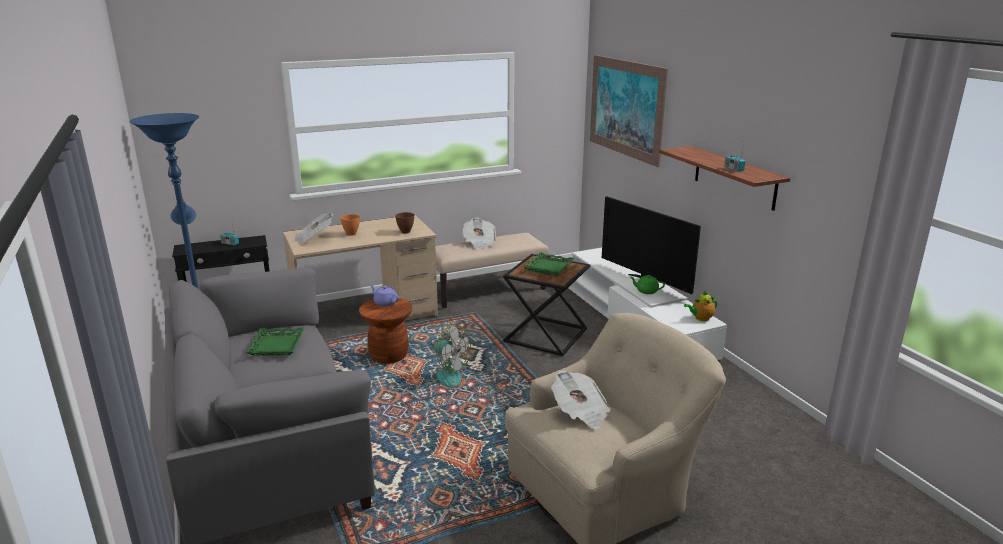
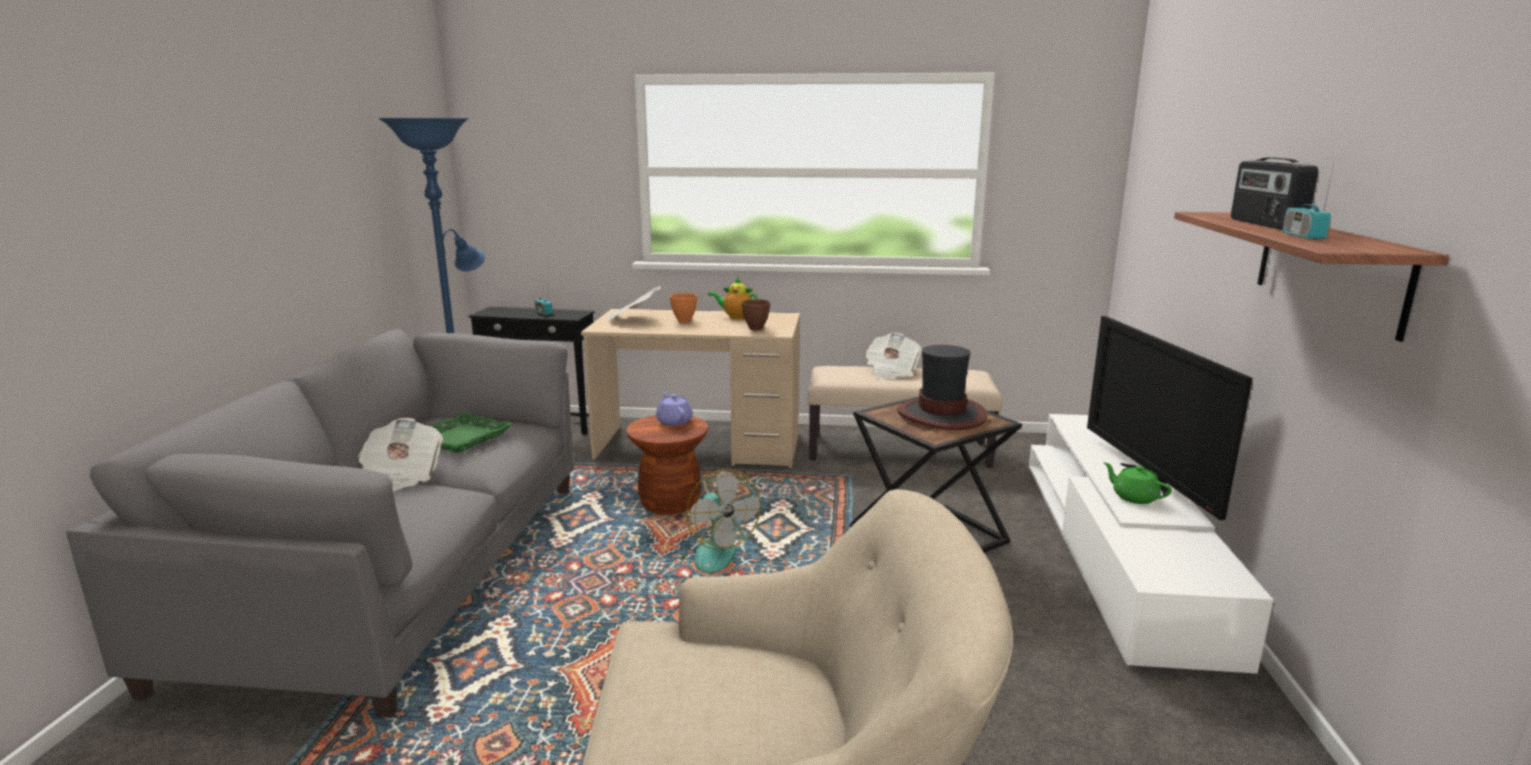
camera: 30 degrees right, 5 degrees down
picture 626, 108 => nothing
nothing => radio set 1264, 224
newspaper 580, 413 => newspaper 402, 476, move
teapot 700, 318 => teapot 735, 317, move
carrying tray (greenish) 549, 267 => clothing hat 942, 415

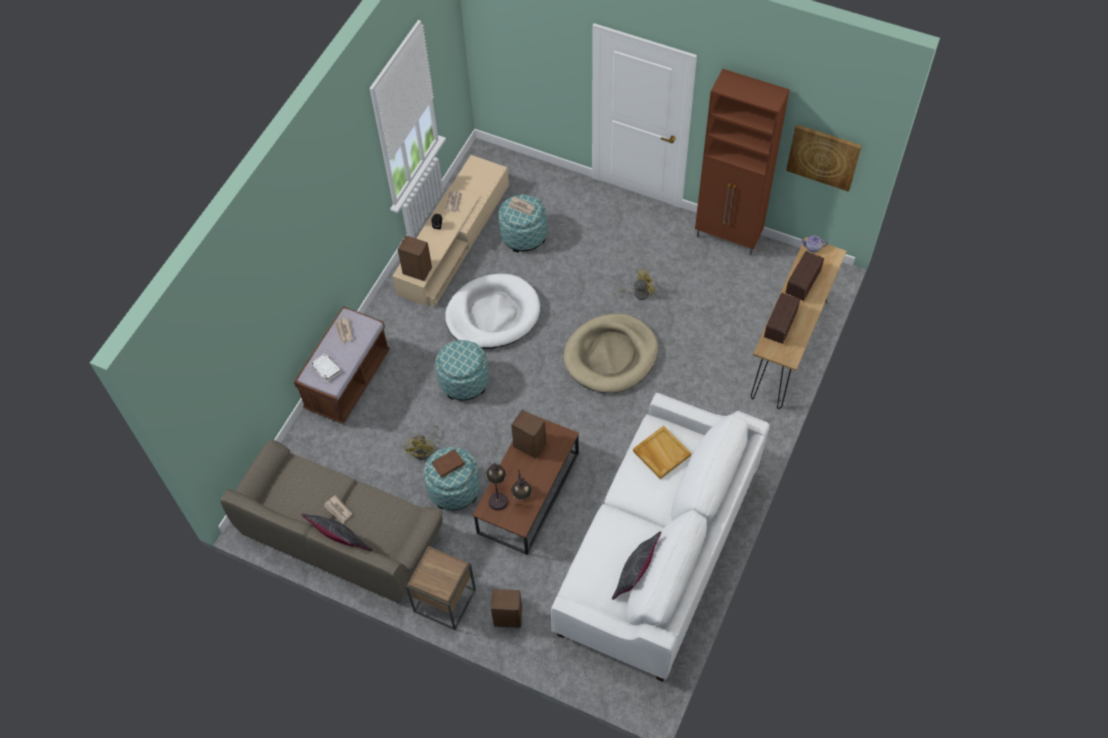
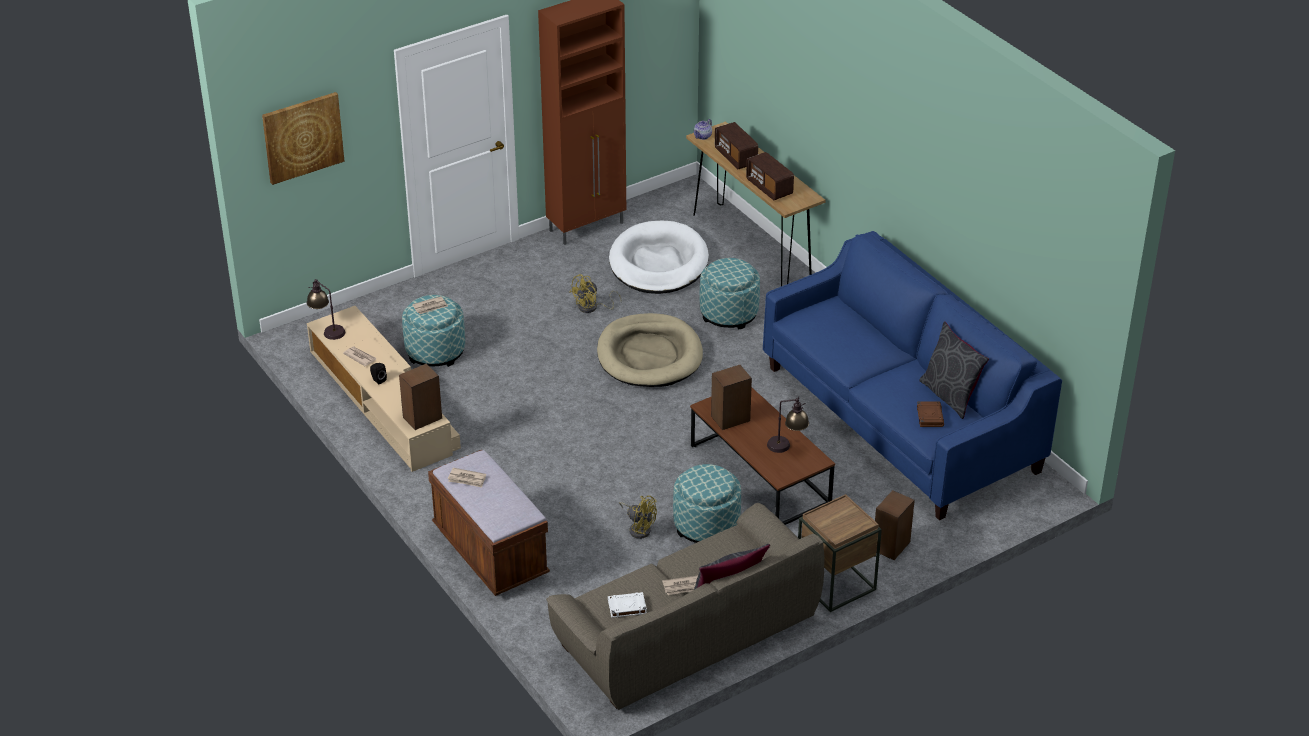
camera: 60 degrees left, 20 degrees down
carrying tray (beige-coloured) 661, 453 => nothing
book (white-coloured) 326, 368 => book (white-coloured) 626, 607, move
book (brown-coloured) 448, 464 => book (brown-coloured) 929, 416, move
pouffe 464, 381 => pouffe 729, 313, move
dog cushion (white-coloured) 493, 314 => dog cushion (white-coloured) 658, 263, move
table lamp 497, 494 => table lamp 327, 330, move
picture 823, 156 => picture 302, 137, move
sofa (white-coloured) 657, 551 => sofa (bluish) 900, 418
fan (yellow) 638, 293 => fan (yellow) 592, 308, 135 degrees counterclockwise

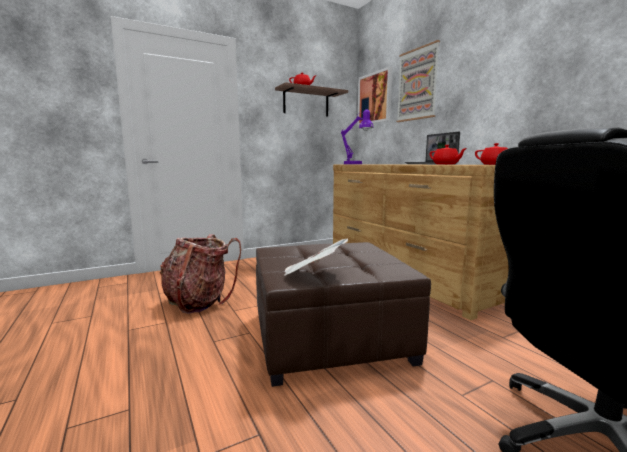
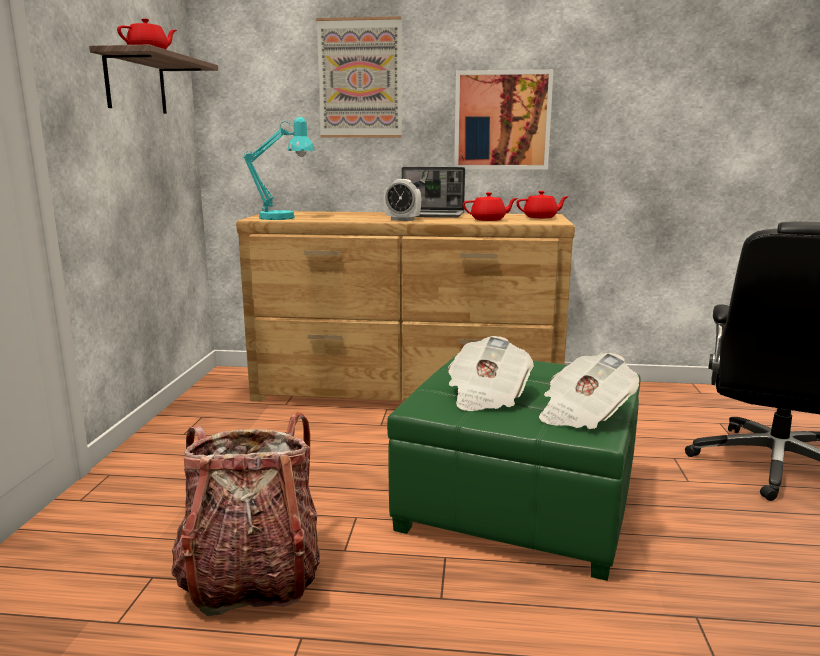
camera: 55 degrees left, 5 degrees up
nothing => alarm clock 402, 220
nothing => newspaper 486, 396
picture 375, 98 => picture 502, 120, move
pouffe (brown-coloured) 330, 336 => pouffe (greenish) 520, 501
table lamp (purple) 356, 164 => table lamp (turquoise-coloured) 285, 217

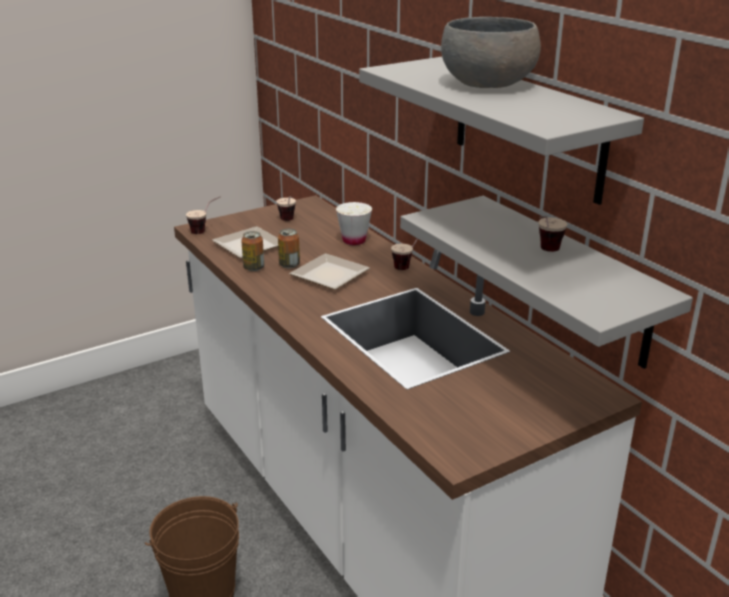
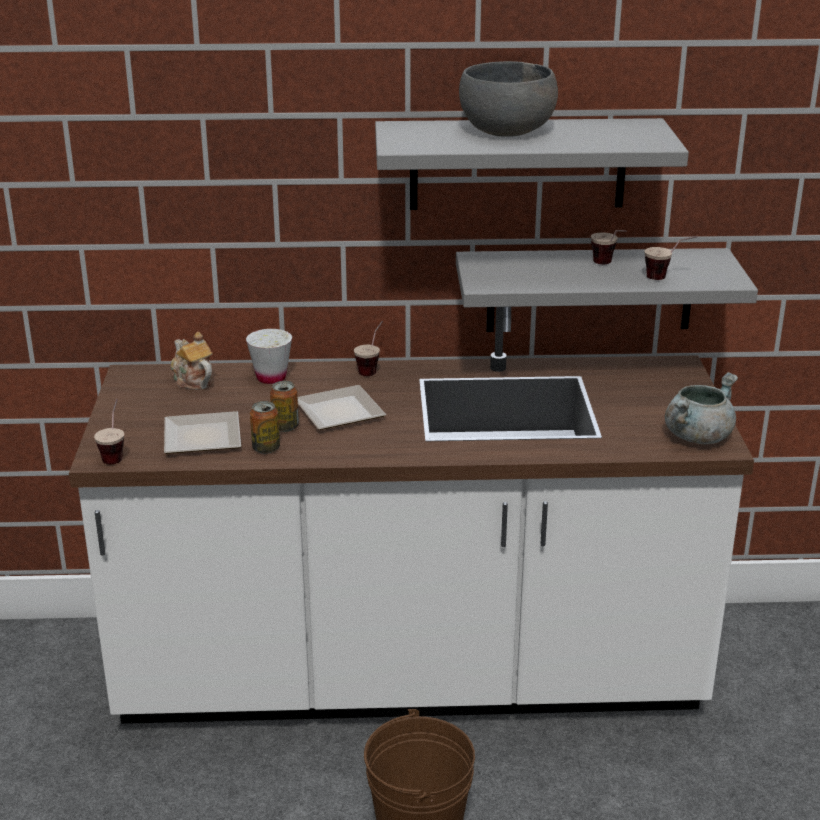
camera: 60 degrees left, 0 degrees up
nothing => teapot 192, 381
nothing => cooking pot (grey) 697, 436
cup 289, 221 => cup 667, 278, move

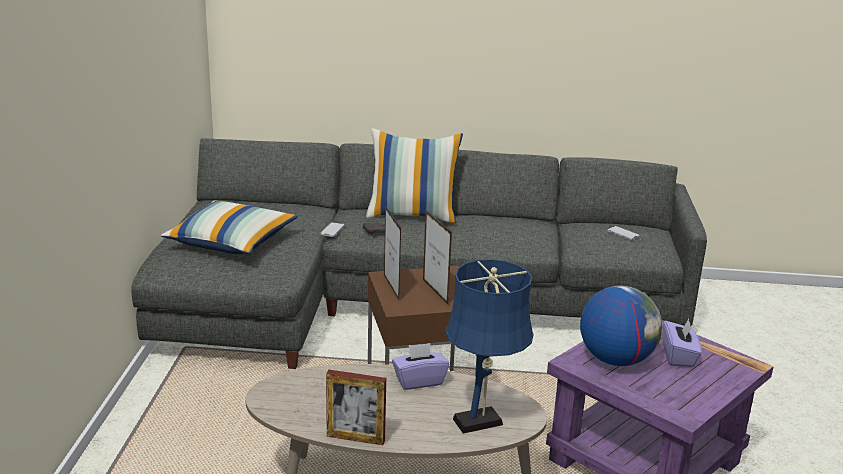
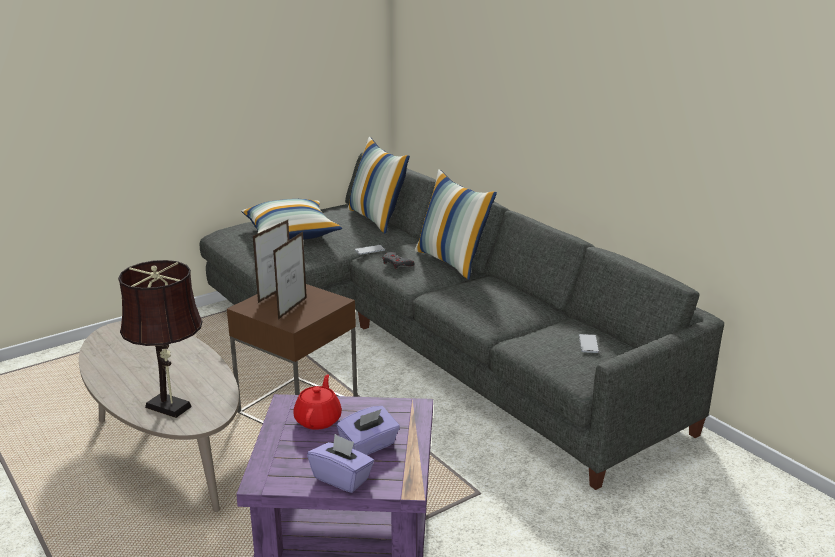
camera: 50 degrees right, 0 degrees up
picture frame 355, 438 => nothing
nothing => cushion 377, 219
tissue holder (purple) 419, 381 => tissue holder (purple) 342, 478, move
desk globe 615, 359 => teapot (reddish) 318, 419
table lamp (bluish) 482, 421 => table lamp (brown-coloured) 172, 408

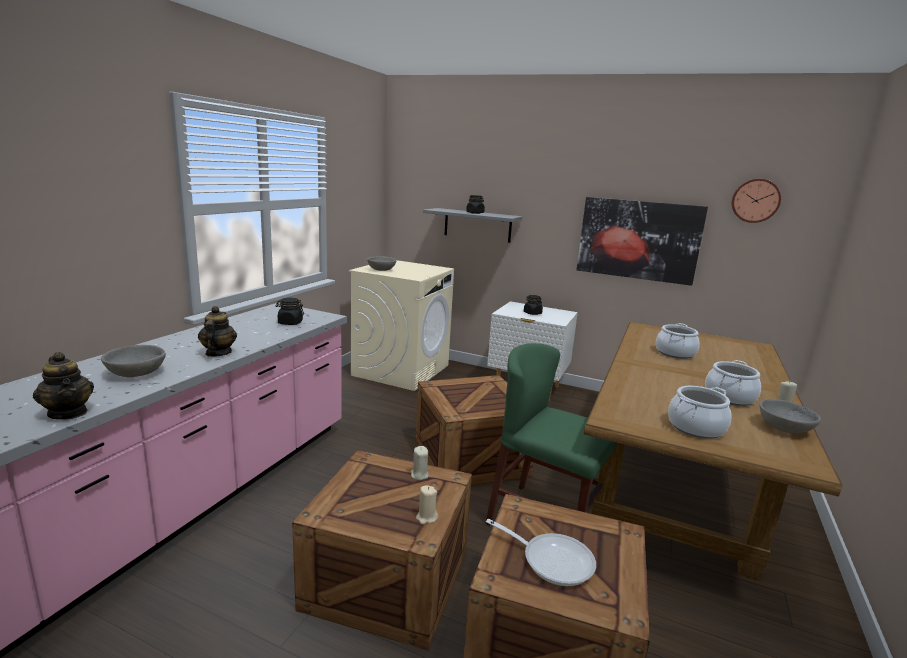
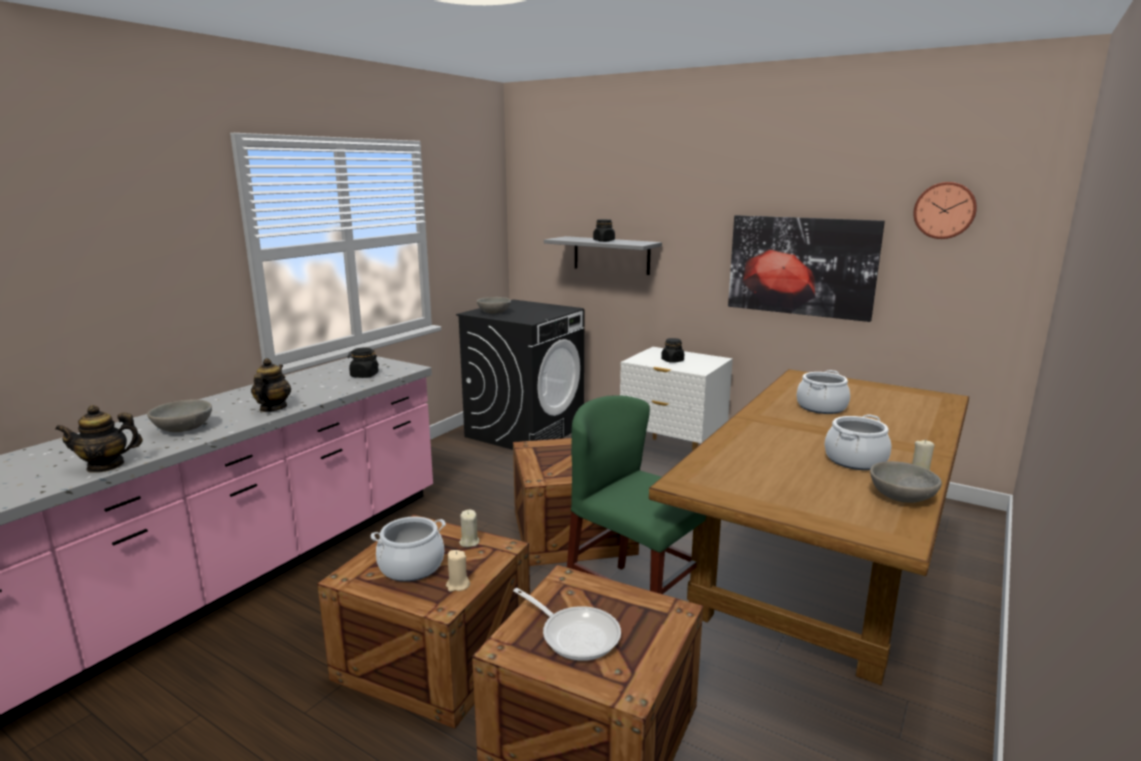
camera: 10 degrees right, 0 degrees up
cooking pot 696, 427 => cooking pot 411, 567, move
washing machine (beige-coloured) 401, 370 => washing machine (black) 525, 431
teapot 68, 413 => teapot 106, 466, 105 degrees clockwise

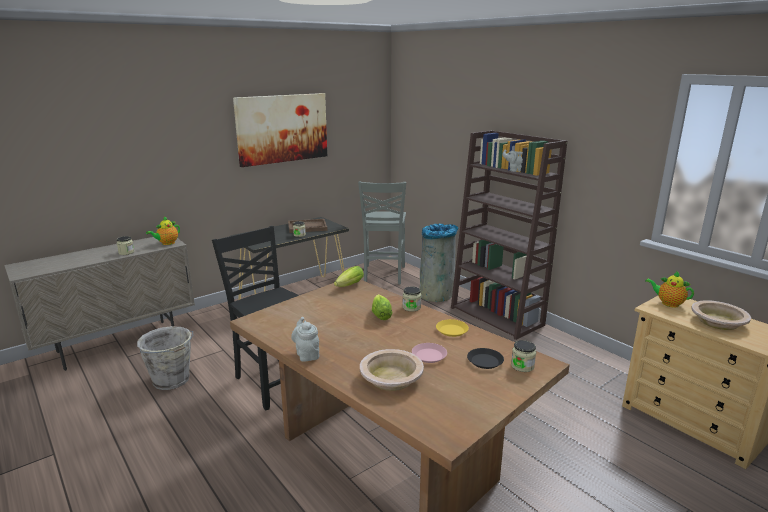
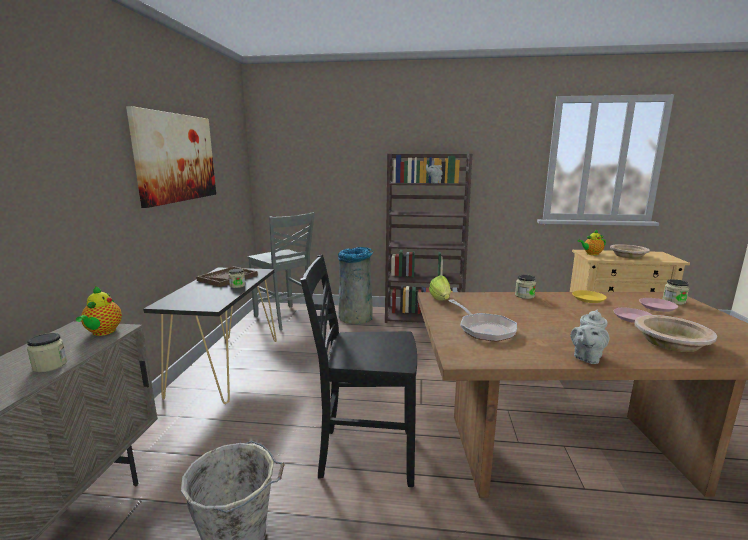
camera: 45 degrees left, 5 degrees down
head of lettuce 381, 314 => nothing
nothing => frying pan 484, 329
dinner plate (black) 484, 361 => dinner plate (pinkish) 657, 307
teapot (grey) 307, 354 => teapot (grey) 586, 357, 75 degrees counterclockwise

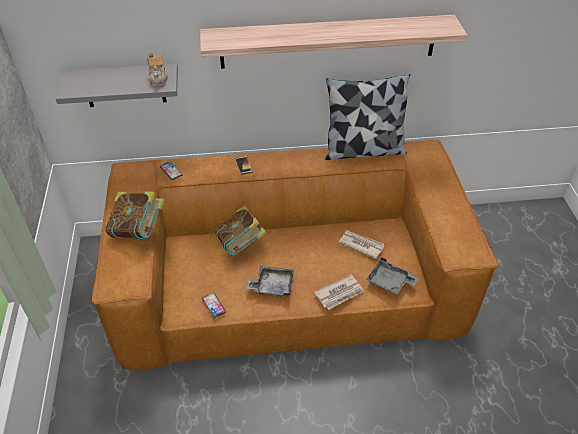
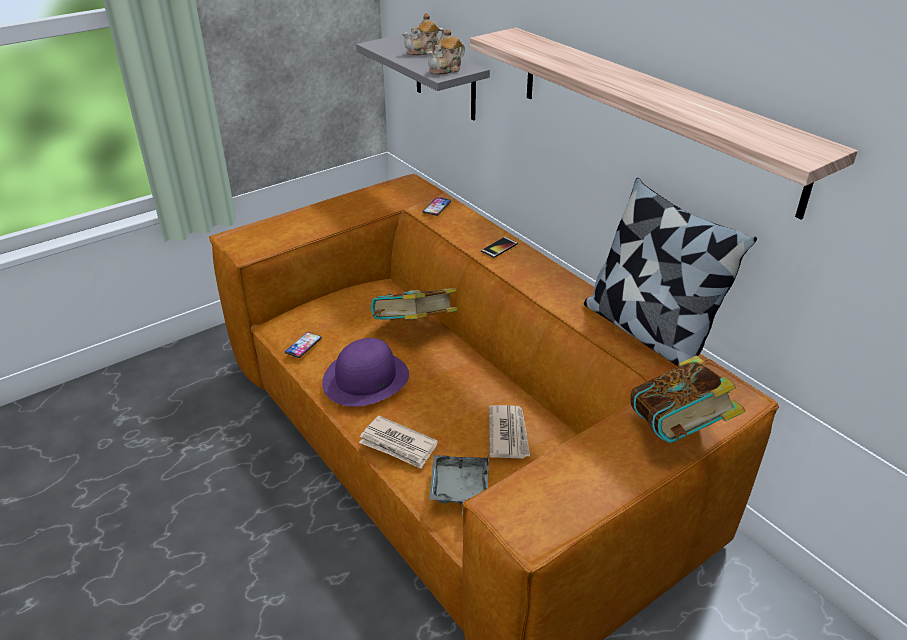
camera: 60 degrees right, 10 degrees down
nothing => teapot 424, 52
book 139, 230 => book 677, 430, move
carrying tray (grey) 272, 286 => clothing hat (purple) 366, 378

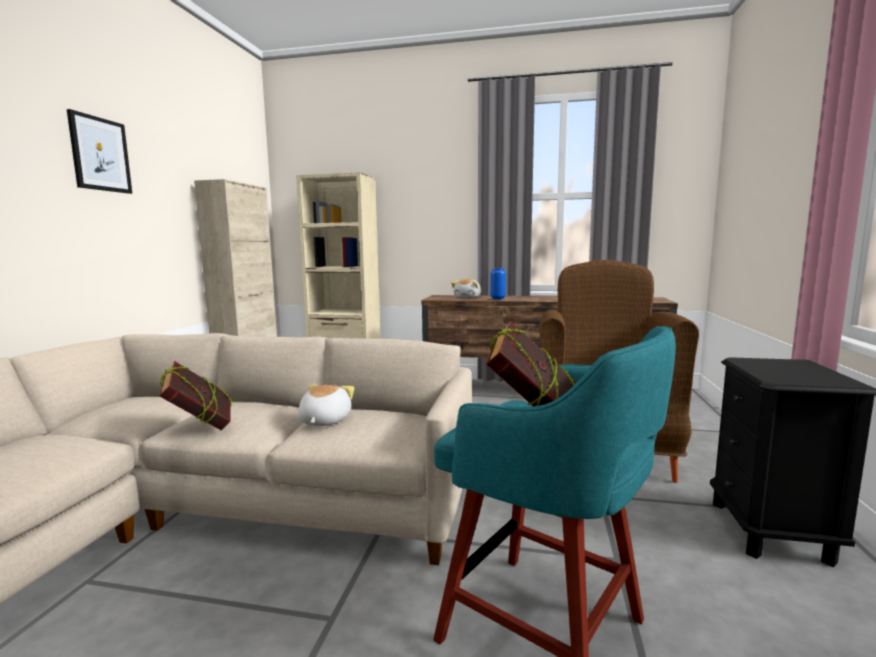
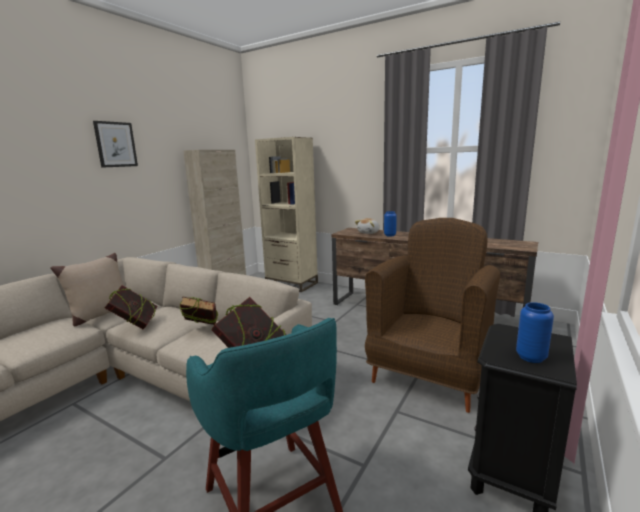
camera: 20 degrees right, 5 degrees up
nothing => cushion (beige-coloured) 101, 315
nothing => vase (bluish) 531, 357
soft toy 323, 421 => book 201, 330

